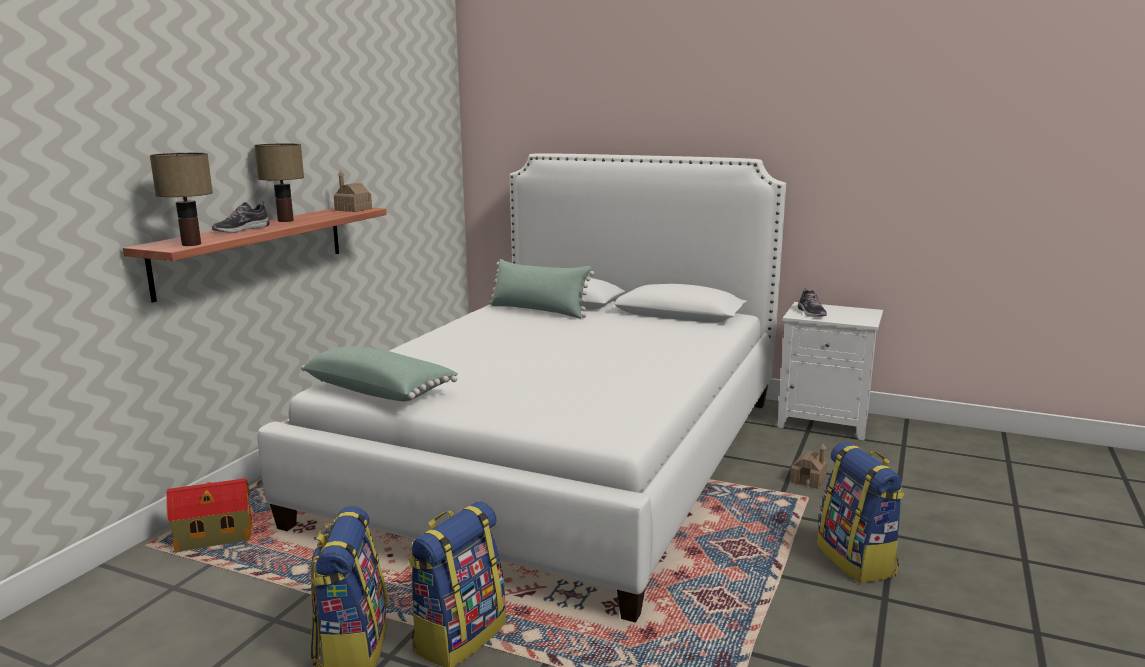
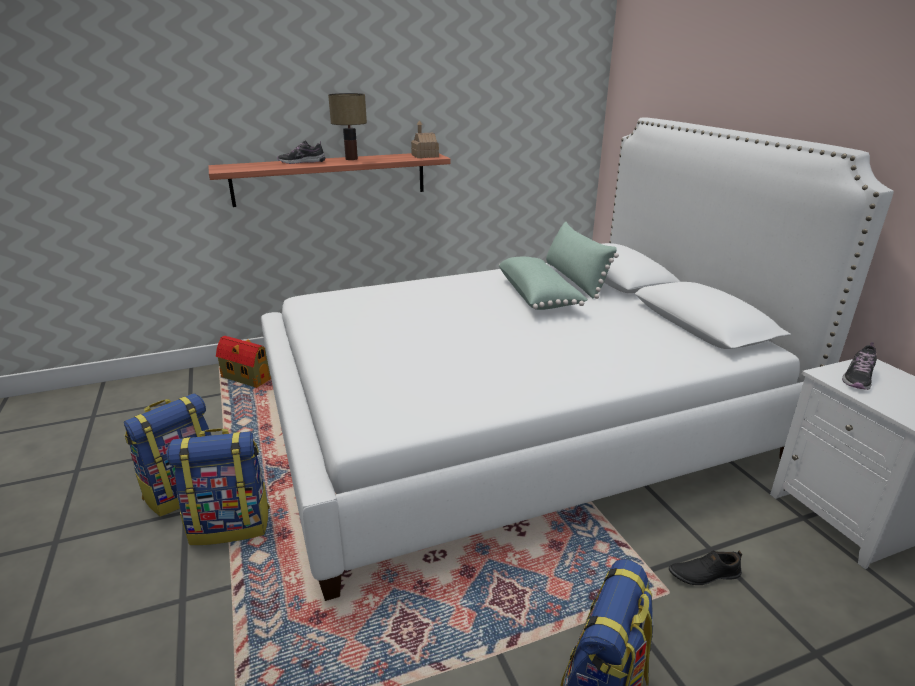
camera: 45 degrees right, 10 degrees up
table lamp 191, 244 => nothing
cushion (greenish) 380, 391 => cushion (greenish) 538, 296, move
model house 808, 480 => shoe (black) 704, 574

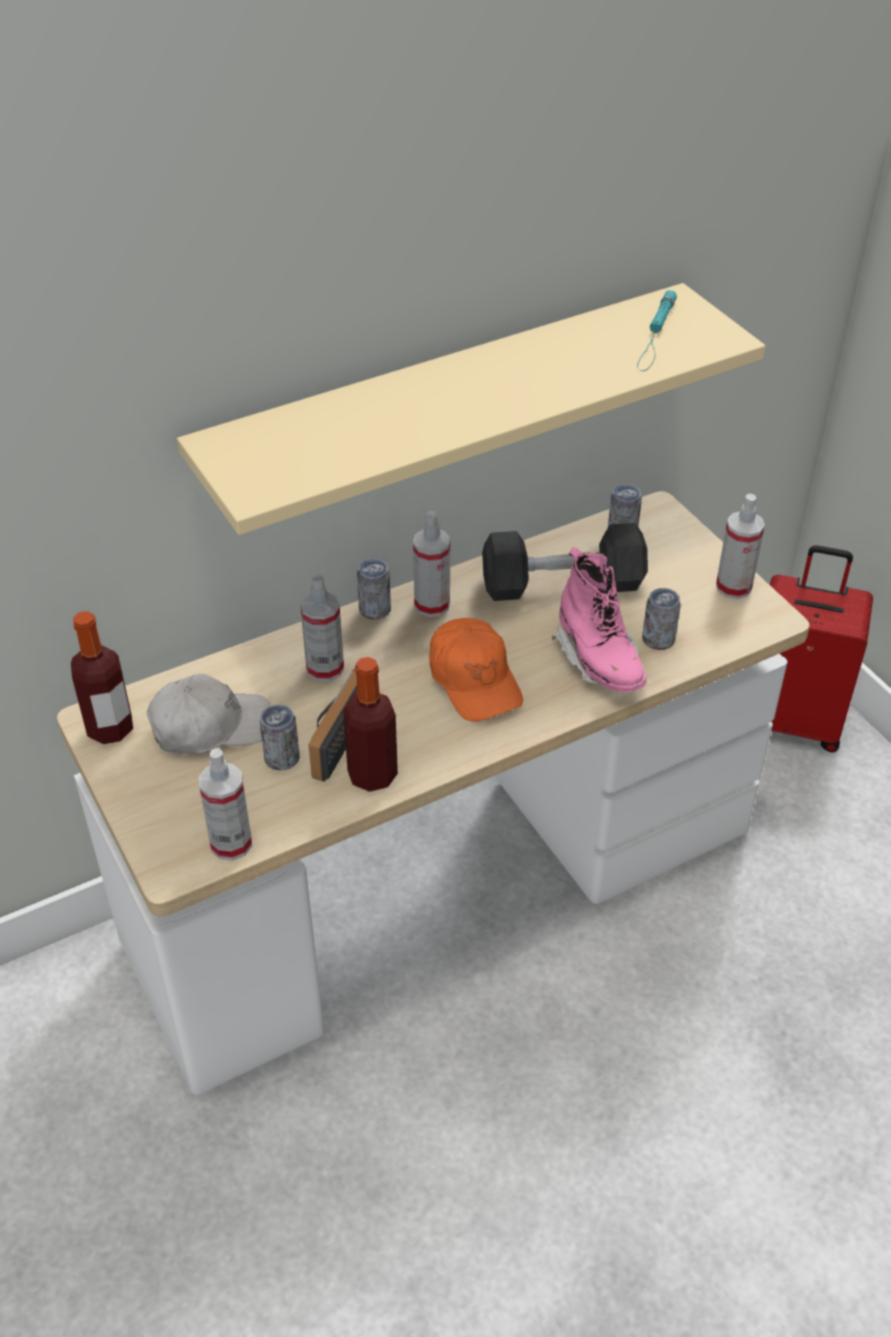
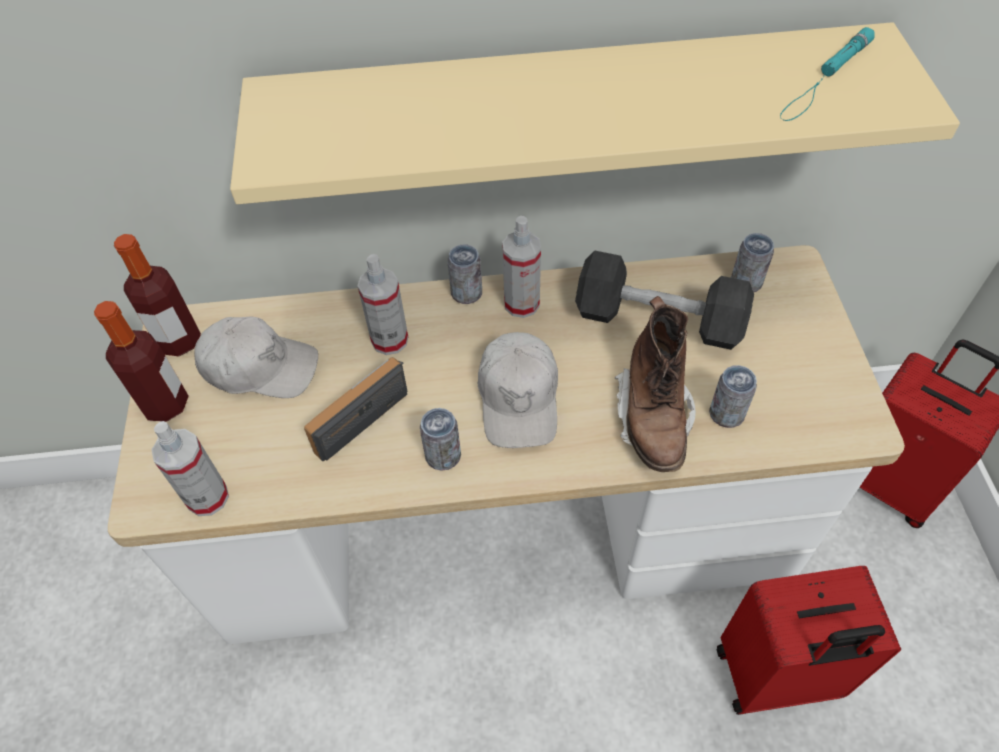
camera: 25 degrees right, 10 degrees up
spray bottle 733, 587 => nothing
nothing => suitcase (reddish) 775, 677
can 282, 758 => can 443, 455, move
bottle 372, 775 => bottle 165, 404, move
cap (orangey) 474, 680 => cap (white-coloured) 519, 398
boot (pinkish) 599, 660 => boot (brown-coloured) 653, 417

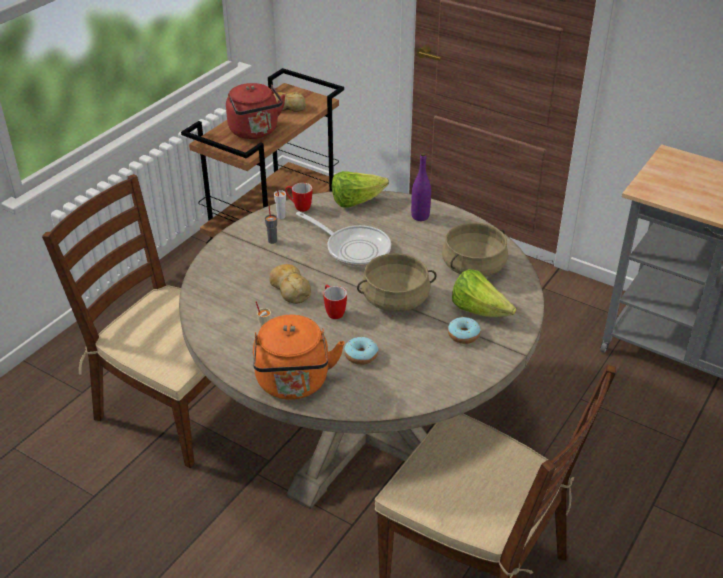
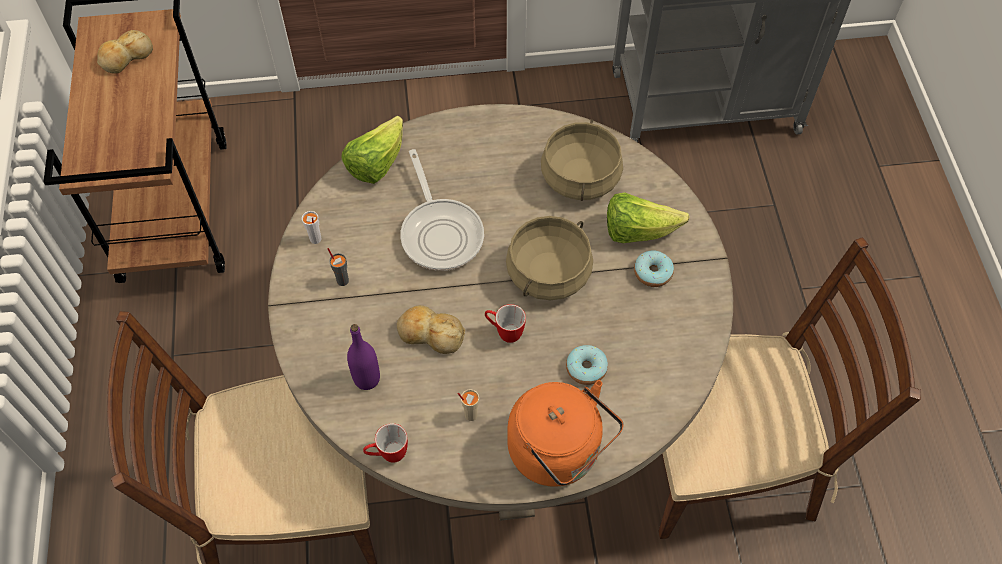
camera: 40 degrees left, 20 degrees up
tea kettle (reddish) 255, 132 => nothing
mug 299, 207 => mug 387, 454, move
bottle (purple) 420, 216 => bottle (purple) 367, 379, move
frying pan 354, 248 => frying pan 440, 232, 75 degrees clockwise

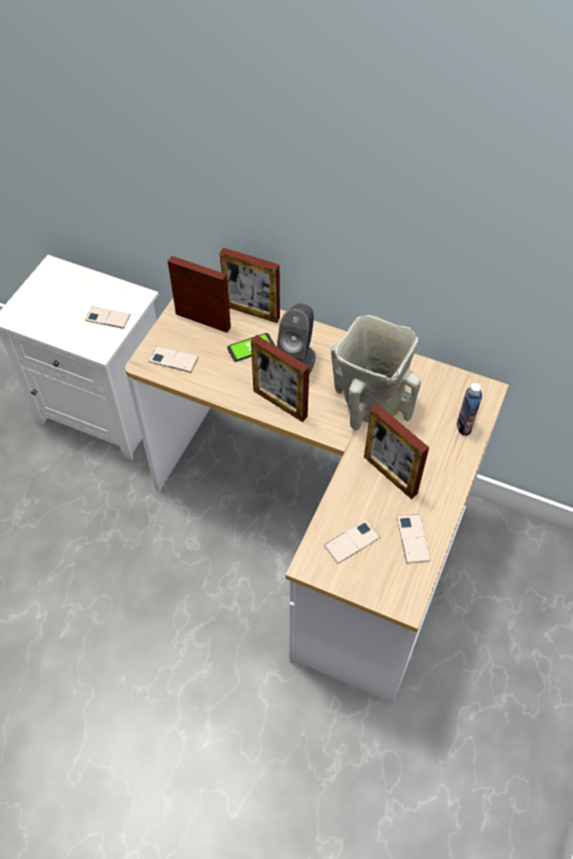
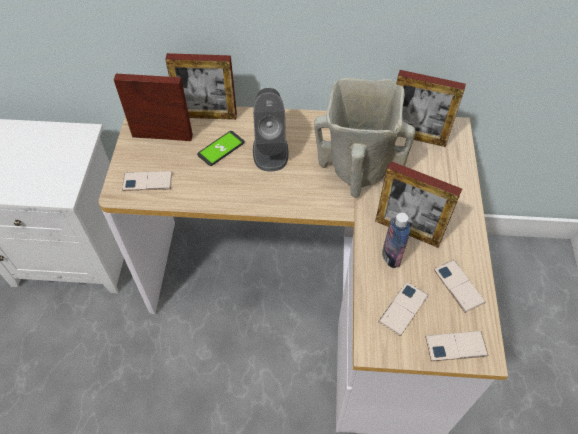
camera: 20 degrees left, 0 degrees up
handset 108, 318 => handset 456, 346, move
picture frame 280, 403 => picture frame 416, 137, move
bottle 464, 426 => bottle 391, 257, move

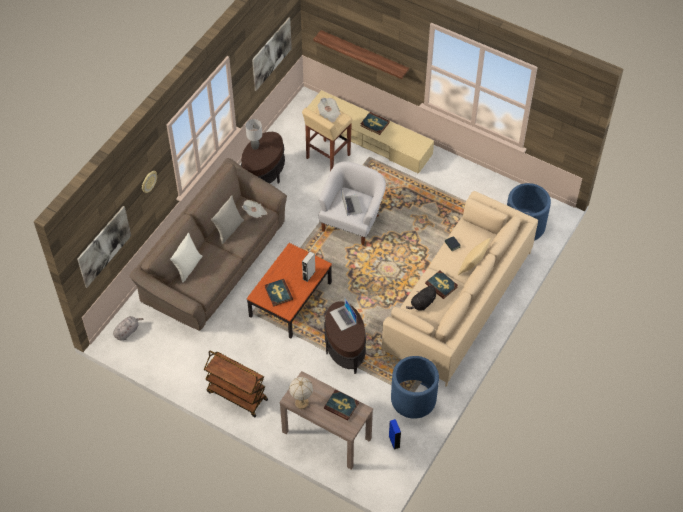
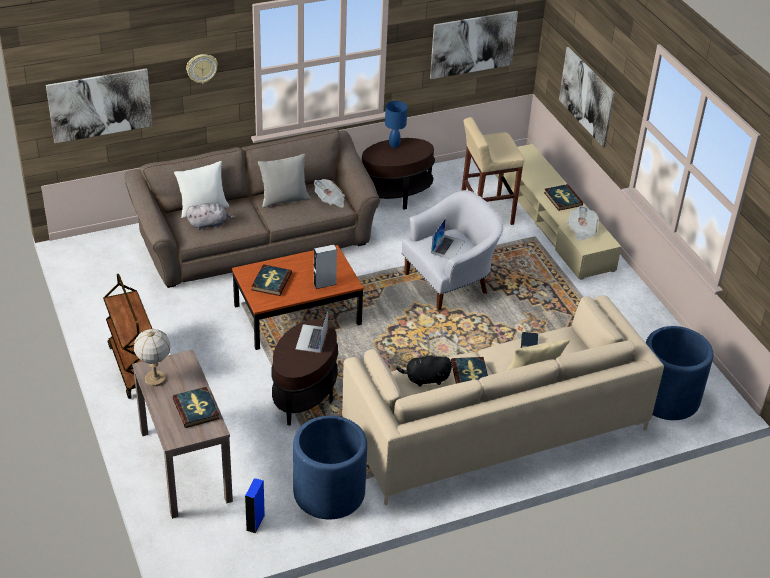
camera: 35 degrees right, 15 degrees down
soft toy (grey) 127, 331 => soft toy (grey) 209, 224, move
newspaper 329, 114 => newspaper 582, 231, move
shelf 364, 54 => picture 586, 96
table lamp (grey) 255, 147 => table lamp (bluish) 394, 145

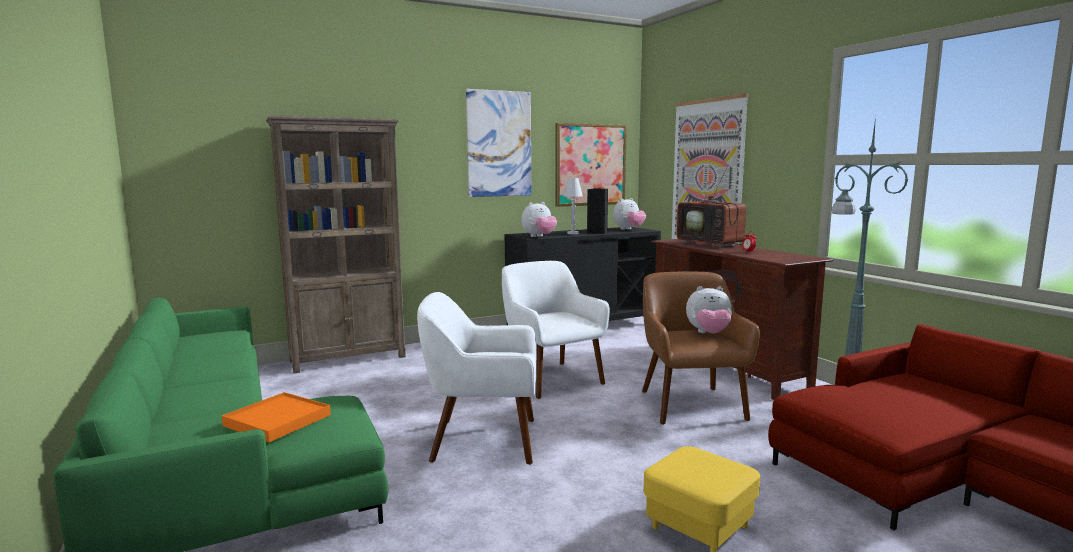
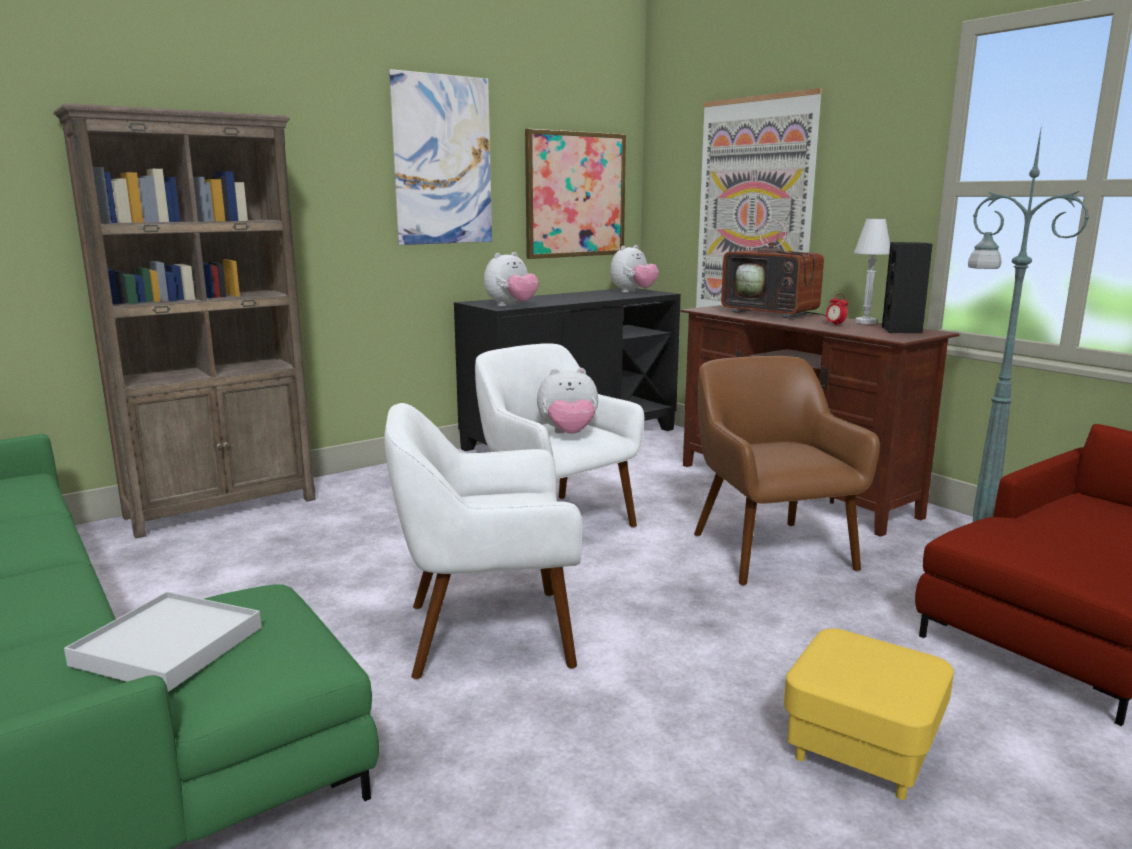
camera: 10 degrees left, 5 degrees up
table lamp (white-coloured) 572, 233 => table lamp (white-coloured) 865, 322, move
audio speaker (black) 597, 233 => audio speaker (black) 901, 330, move
soft toy 708, 334 => soft toy 568, 434, move
carrying tray (orangey) 277, 420 => carrying tray (white-coloured) 168, 646

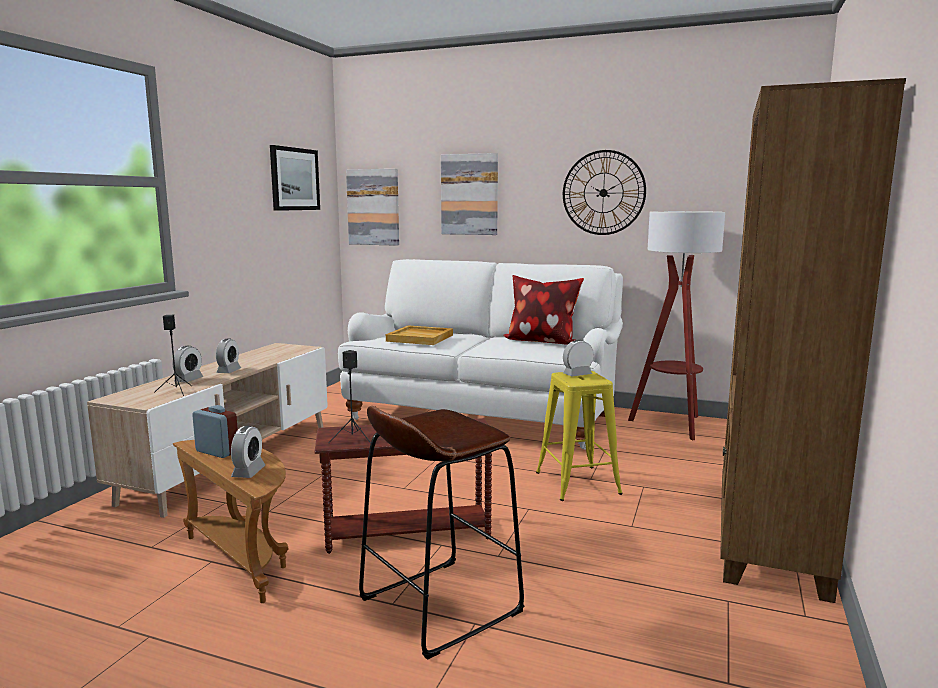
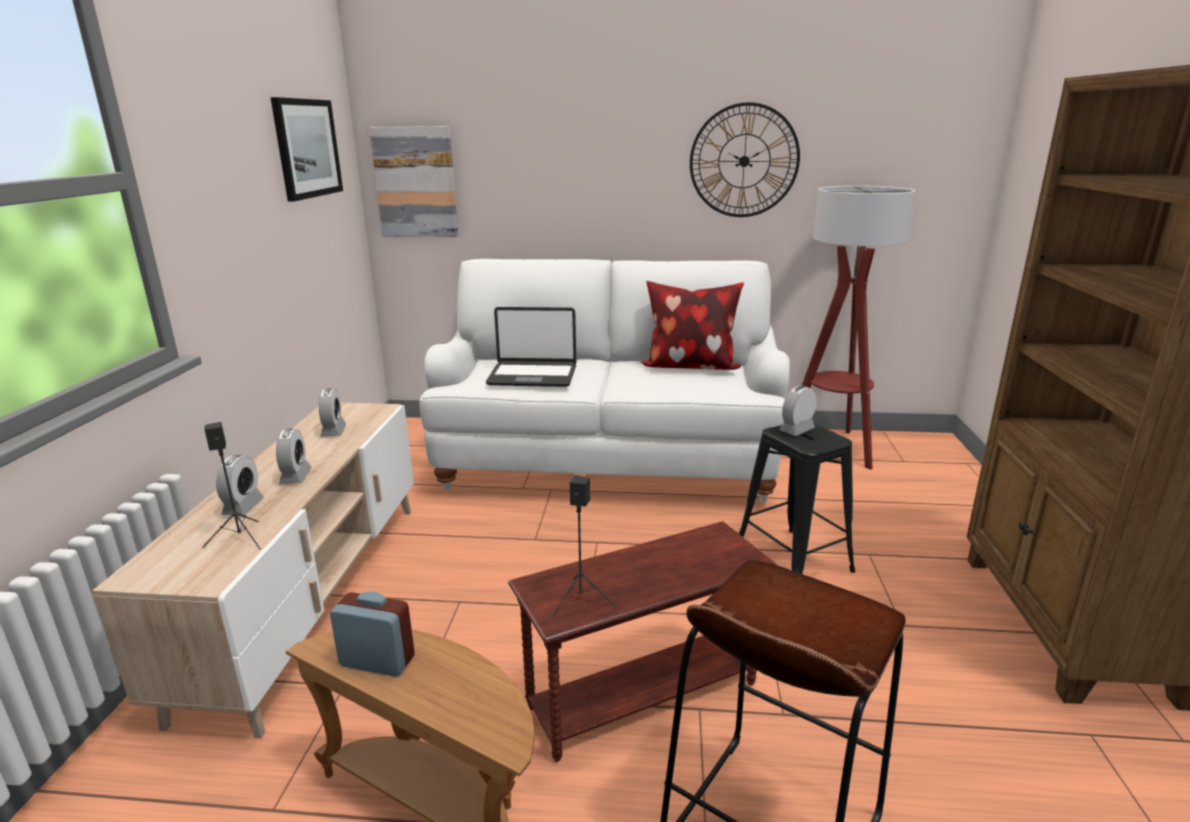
camera: 15 degrees left, 10 degrees up
picture 469, 194 => nothing
alarm clock 248, 472 => alarm clock 333, 431, move
carrying tray (beige-coloured) 420, 338 => portable computer 532, 376
stool (yellow) 577, 483 => stool (black) 792, 561

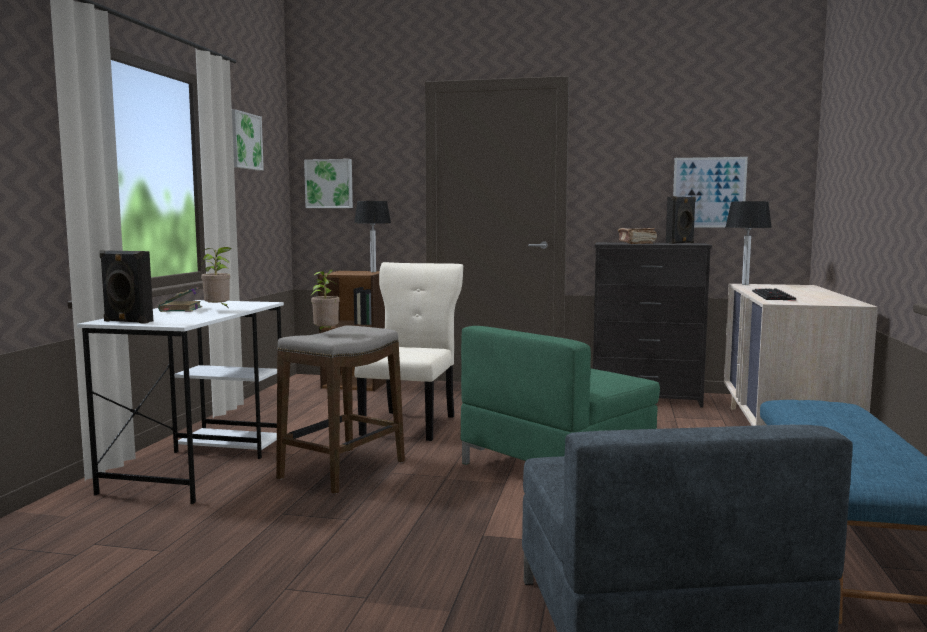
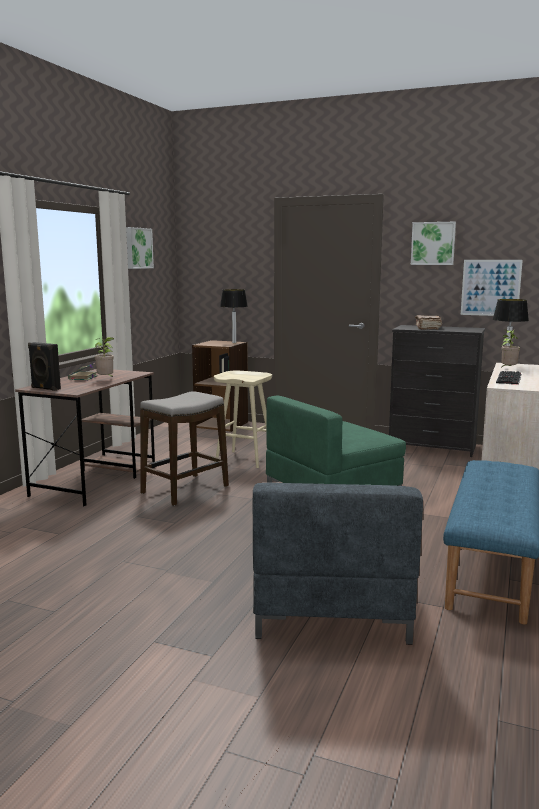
camera: 10 degrees right, 5 degrees up
audio speaker (black) 680, 243 => nothing
picture 329, 183 => picture 433, 243, move
plant in a pot 326, 334 => plant in a pot 508, 369, move
upright chair (beige-coloured) 411, 424 => stool (beige-coloured) 245, 459
desk (white-coloured) 200, 465 => desk (brown-coloured) 96, 480

